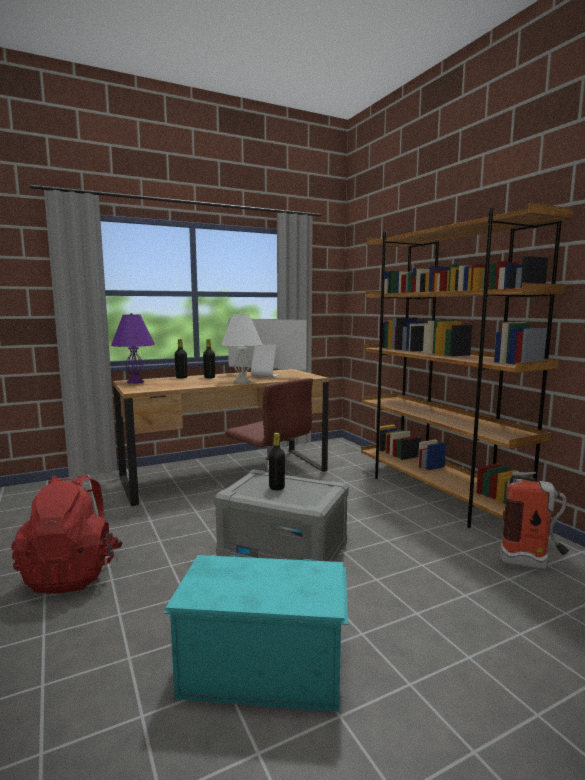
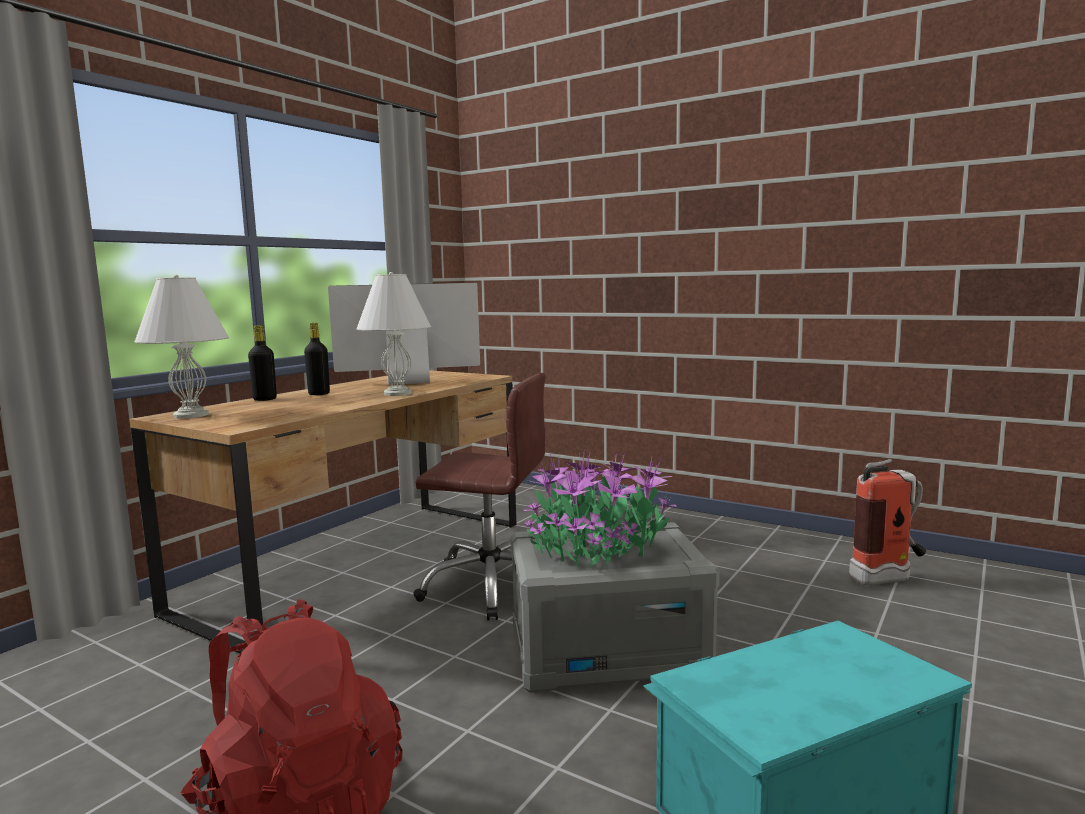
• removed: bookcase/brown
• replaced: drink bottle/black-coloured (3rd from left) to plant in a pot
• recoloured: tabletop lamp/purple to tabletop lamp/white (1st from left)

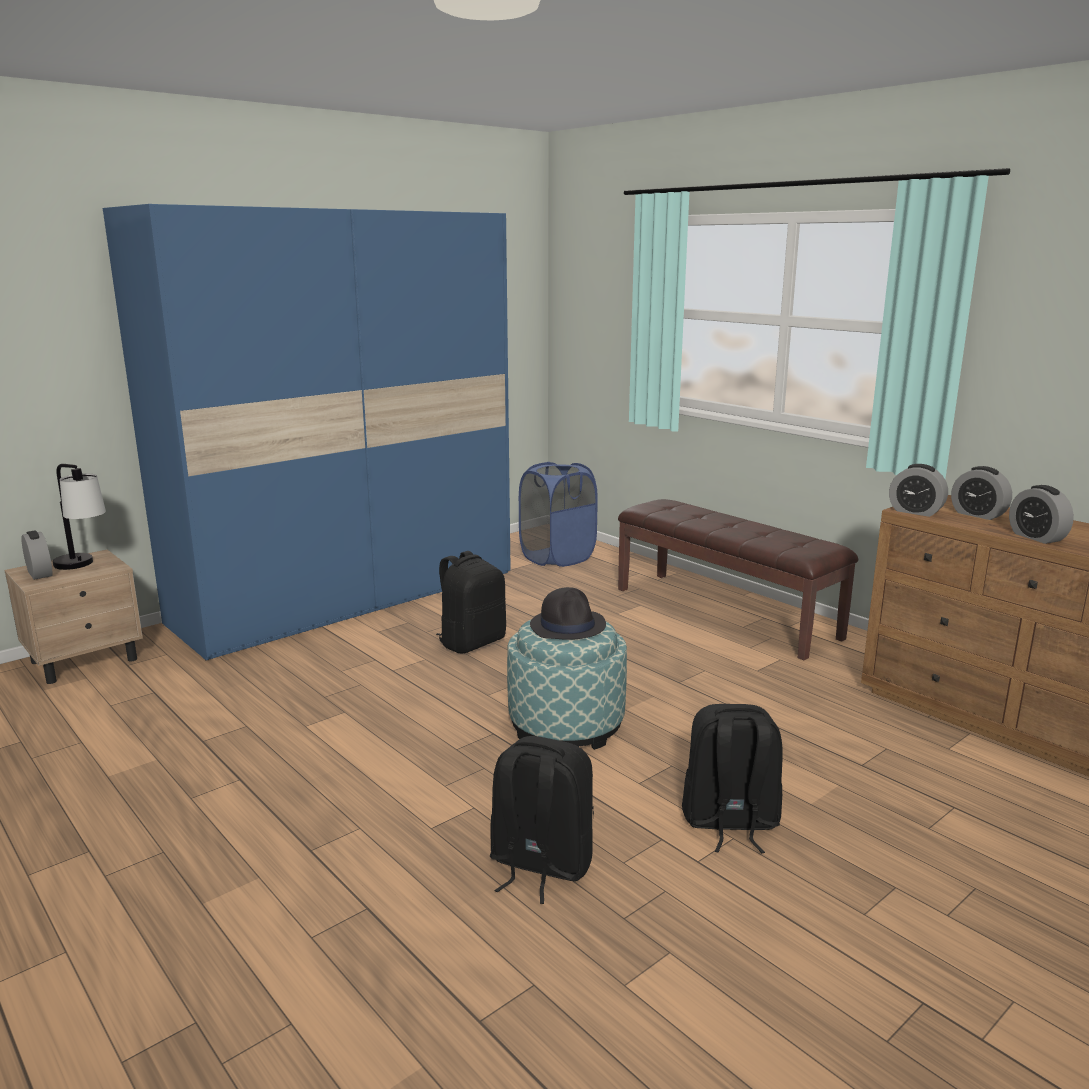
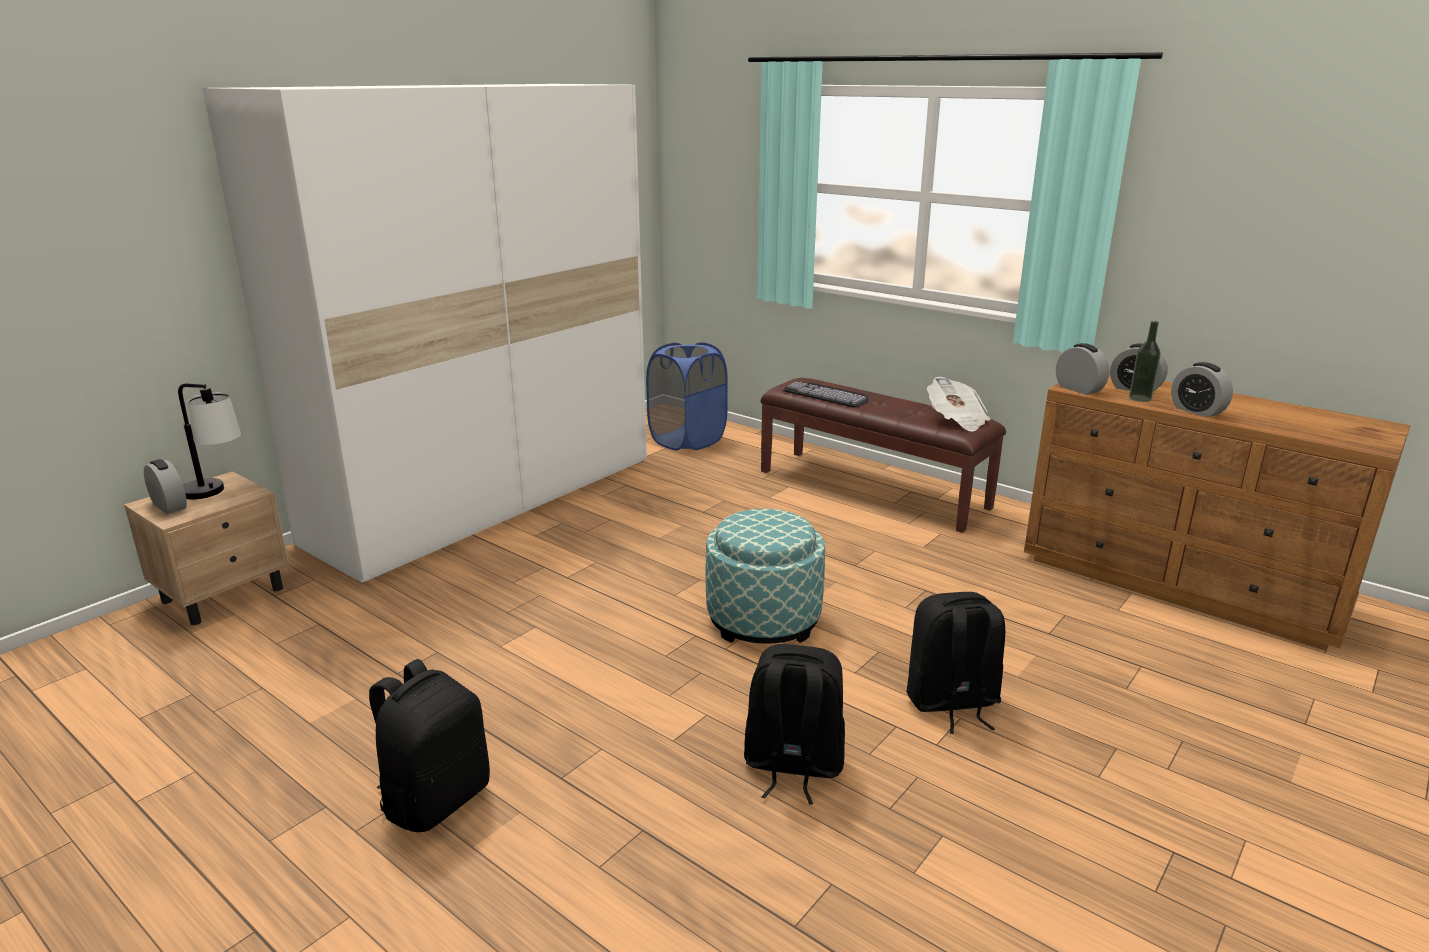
• removed: clothing hat/black-coloured
• added: keyboard
• added: printed paper
• added: drink bottle
• moved: backpack/black-coloured (1st from left)
• recoloured: wardrobe/bluish to wardrobe/white
• turned: bedside clock (2nd from left) 150 degrees counterclockwise

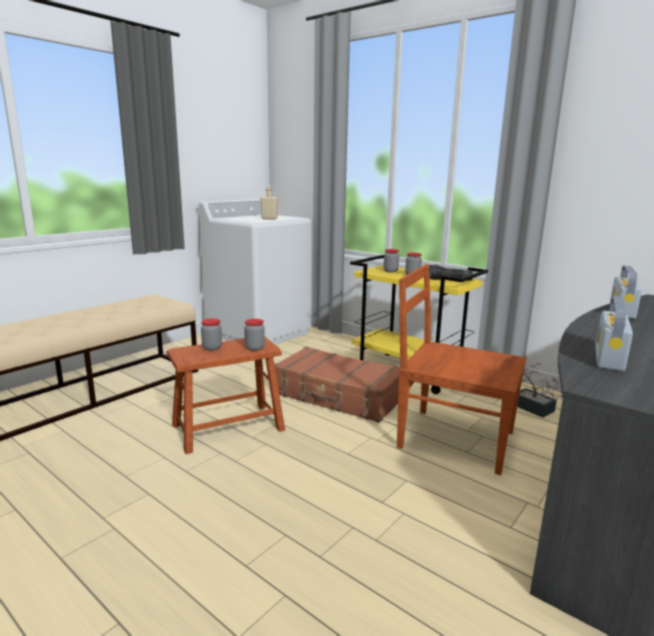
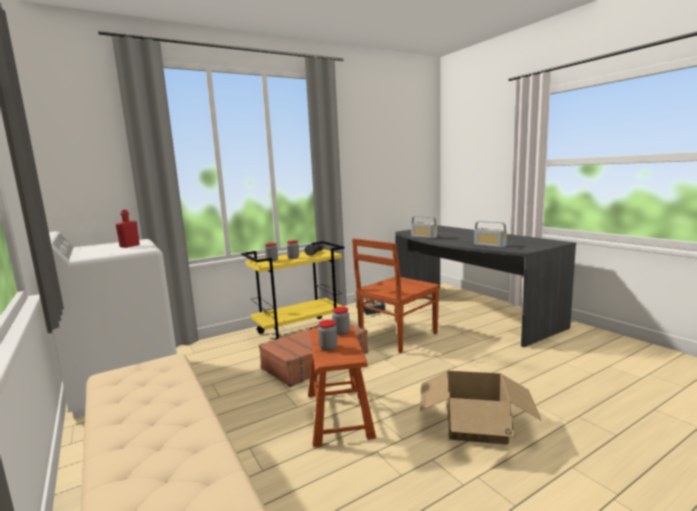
• added: carton
• recoloured: drink bottle/beige to drink bottle/reddish

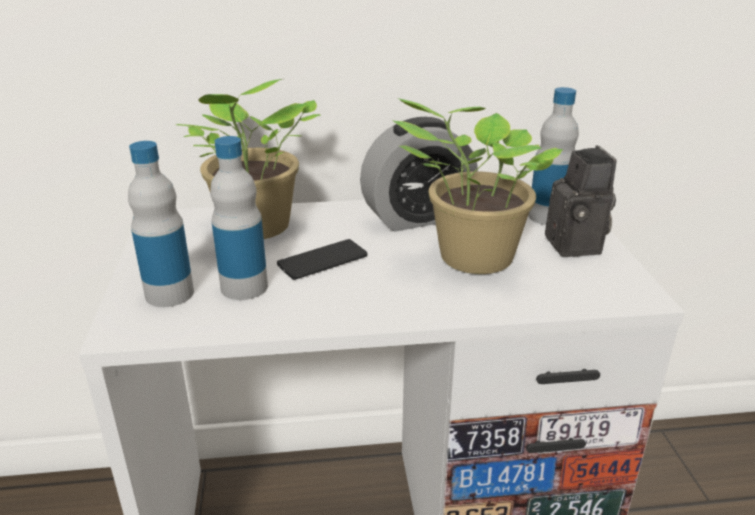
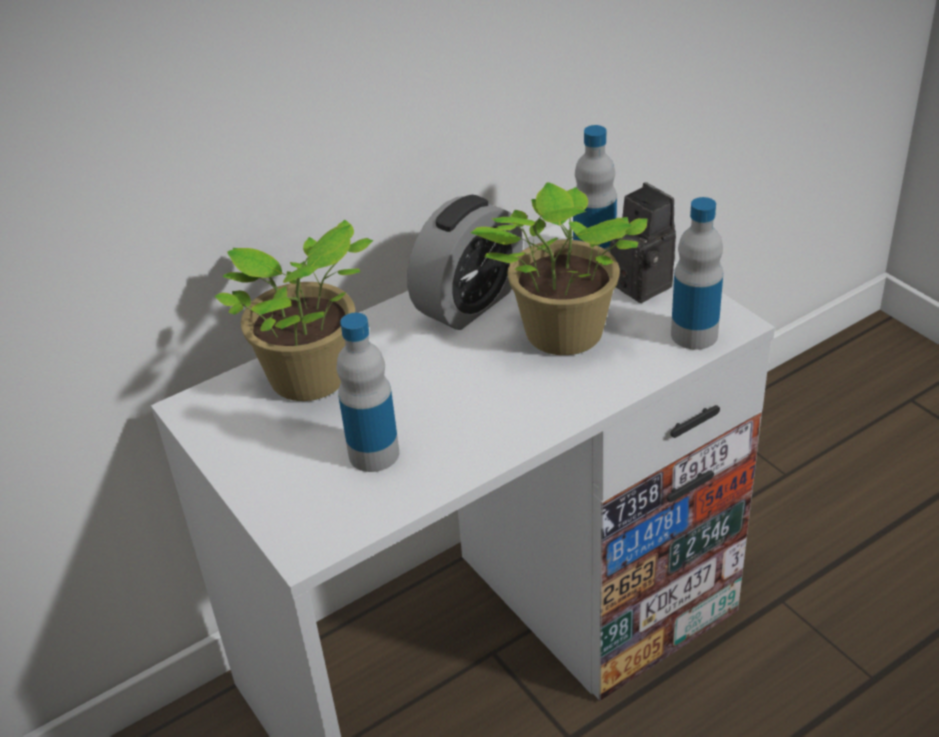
• removed: telephone
• moved: drink bottle (1st from left in the first image) to drink bottle (3rd from left)

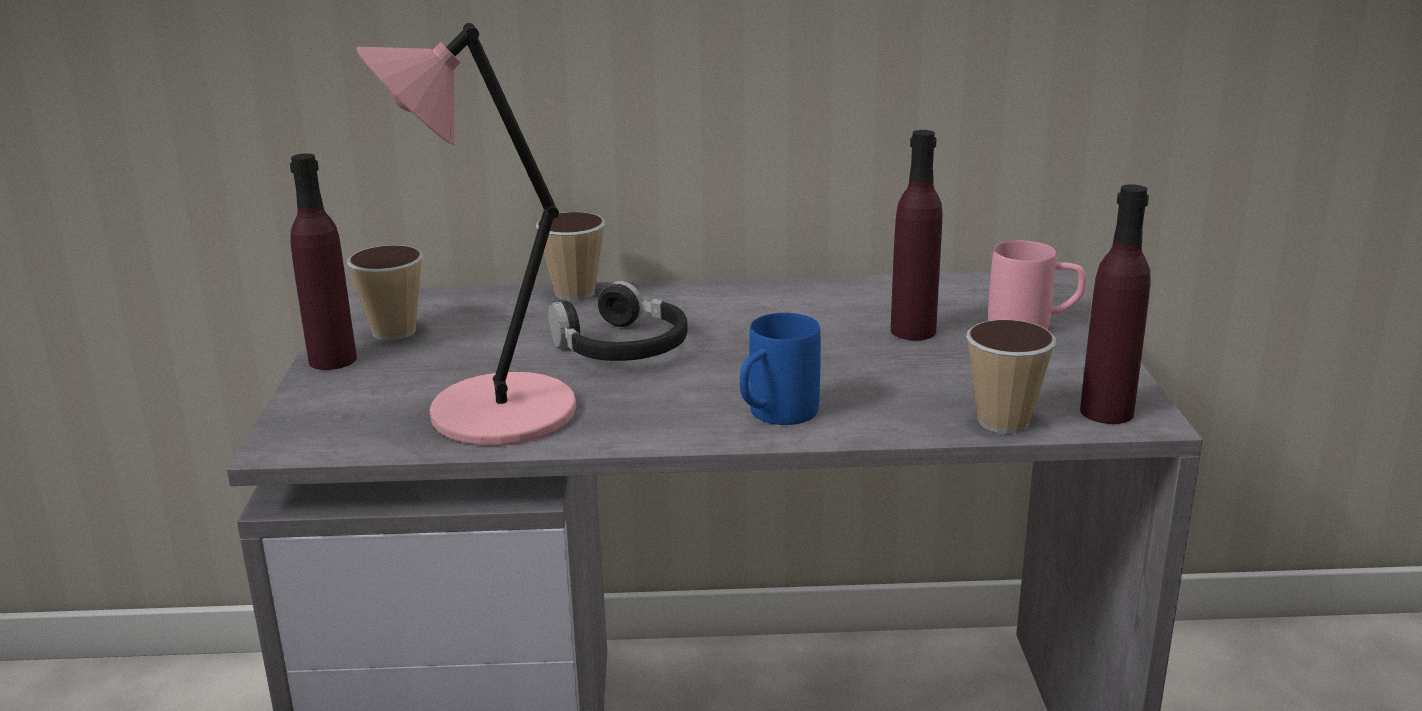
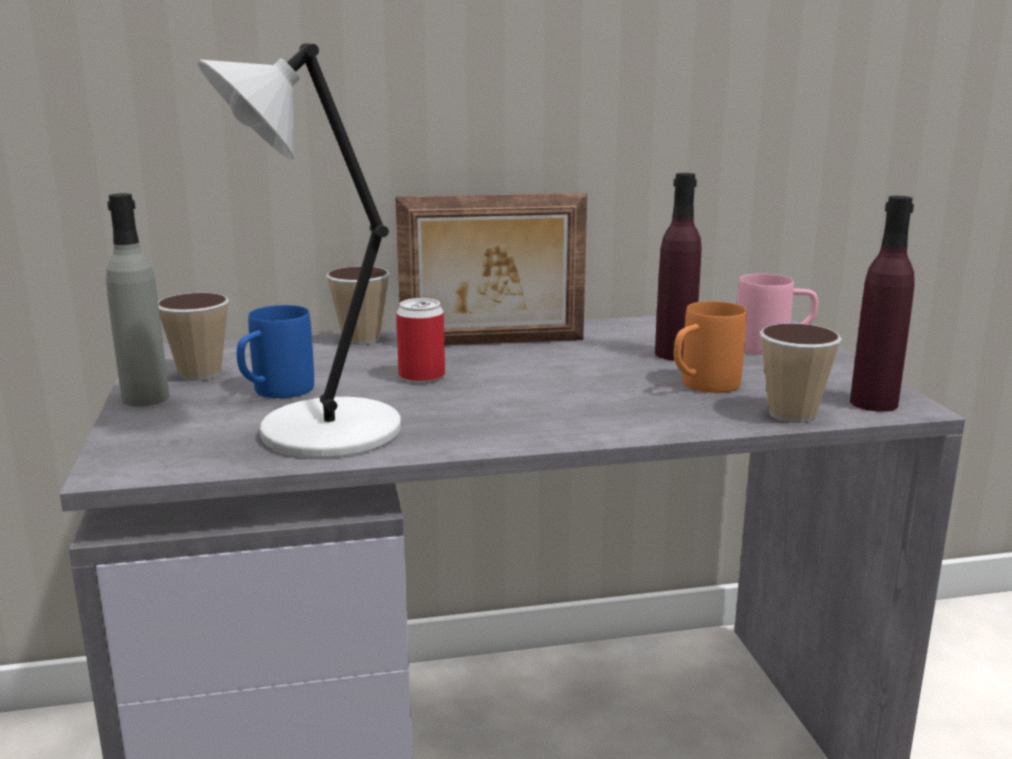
• added: picture frame
• added: coffee mug/orangey
• moved: coffee mug/bluish
• replaced: pair of headphones/black-coloured to sealed can
• recoloured: drink bottle/purple (1st from left) to drink bottle/gray
• recoloured: tabletop lamp/pink to tabletop lamp/gray

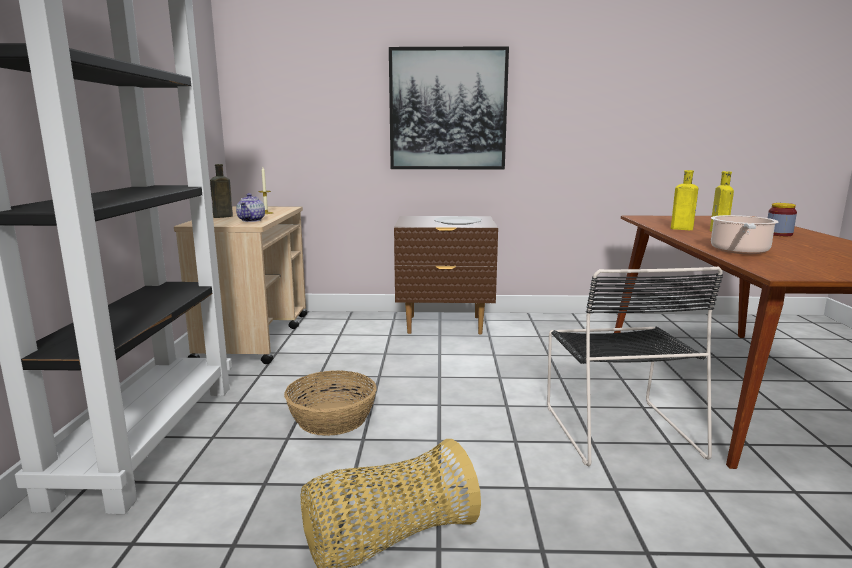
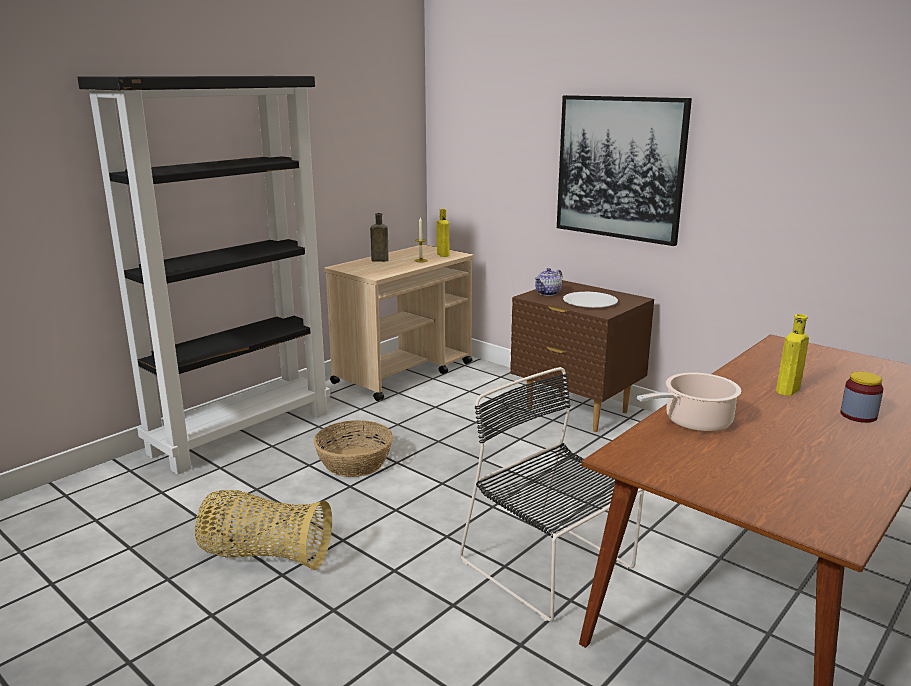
• moved: pot for tea
• moved: drink bottle/yellow (1st from left)
• turned: plain chair/black-coloured 105 degrees clockwise

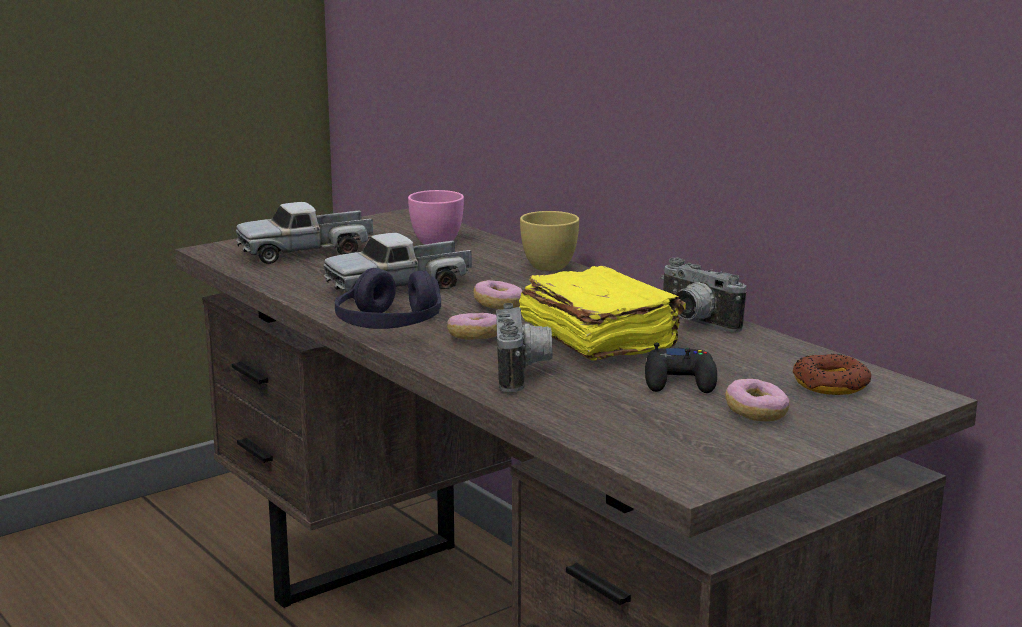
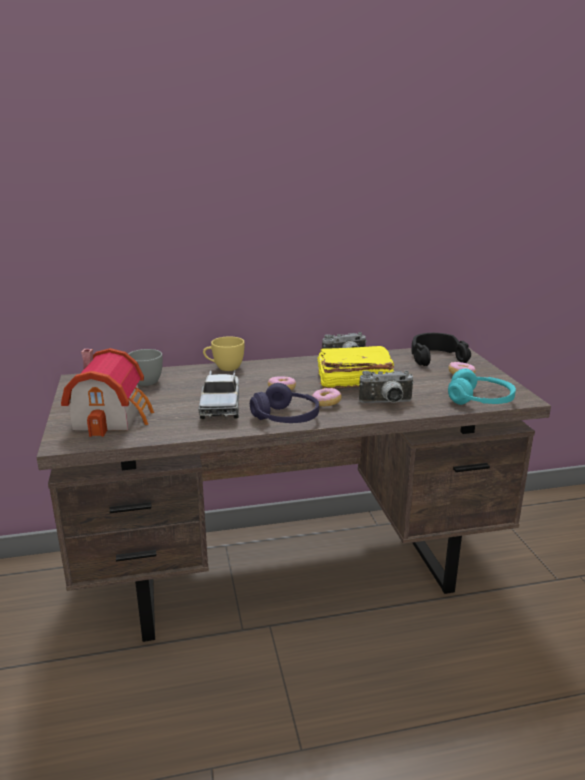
• removed: game controller/black-coloured
• added: pair of headphones/turquoise-coloured
• replaced: toy lorry (1st from left) to model house
• replaced: ring doughnut (4th from left) to pair of headphones/black-coloured
• recoloured: cup/pink to cup/gray
• turned: still camera (1st from left in the first image) 150 degrees clockwise

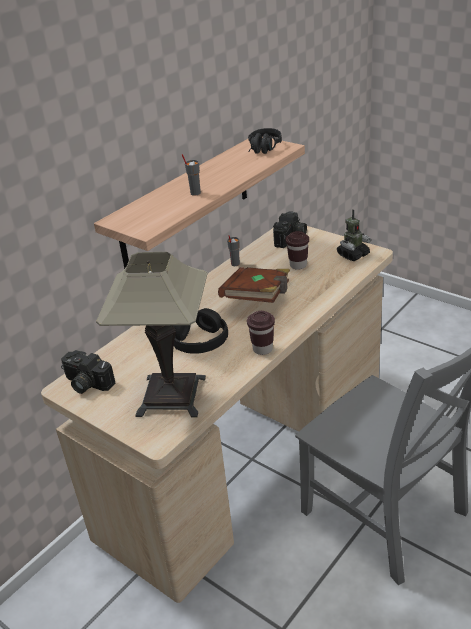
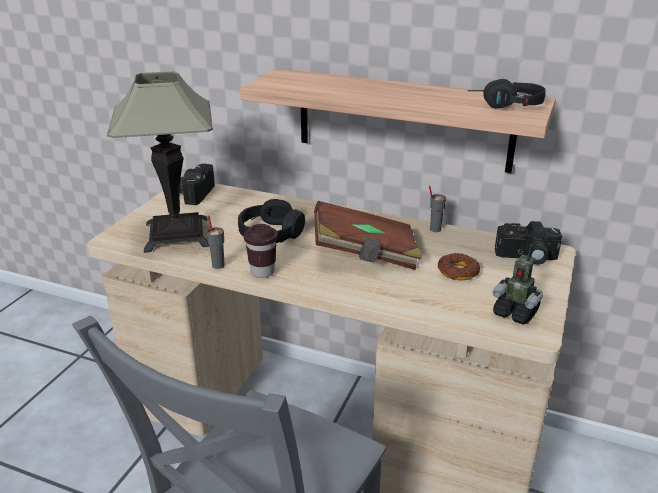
• moved: cup/gray (1st from left)
• replaced: cup/brown (2nd from left) to ring doughnut

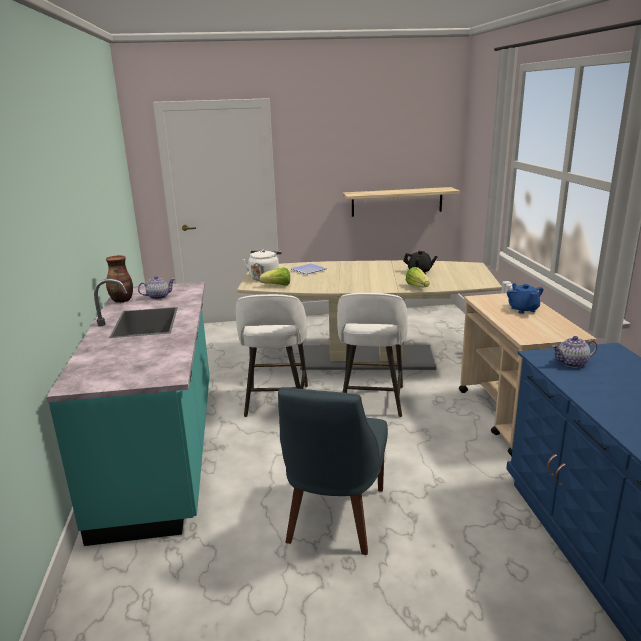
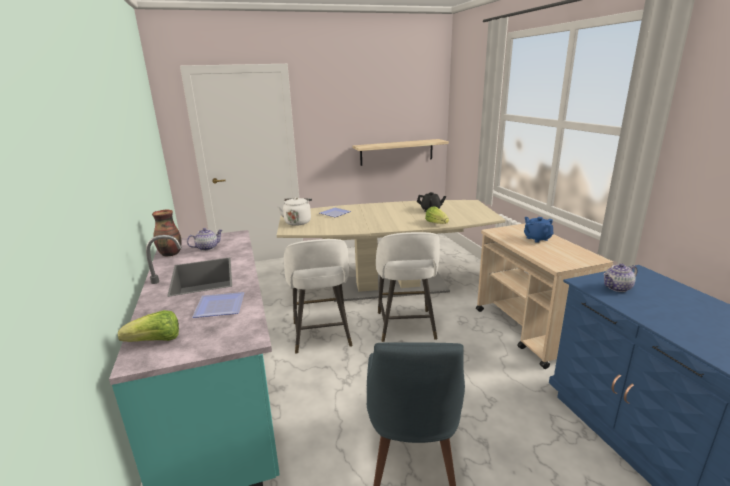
• added: flat dish (1st from left)
• moved: lettuce head (1st from left)

